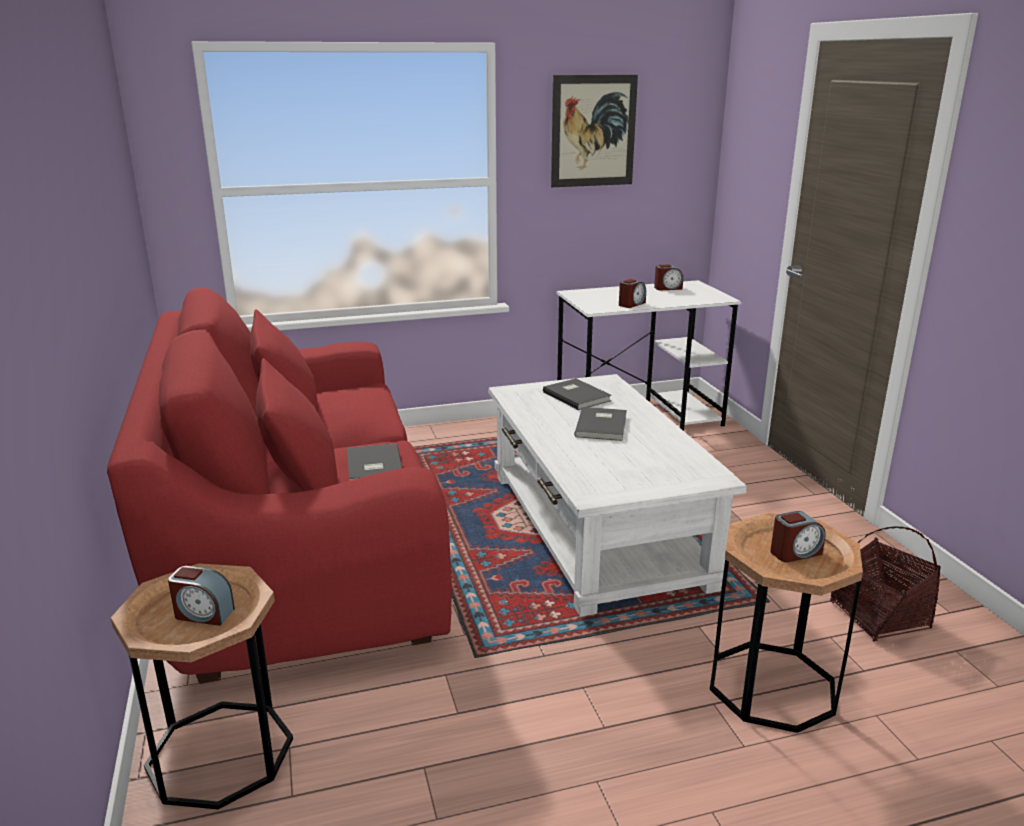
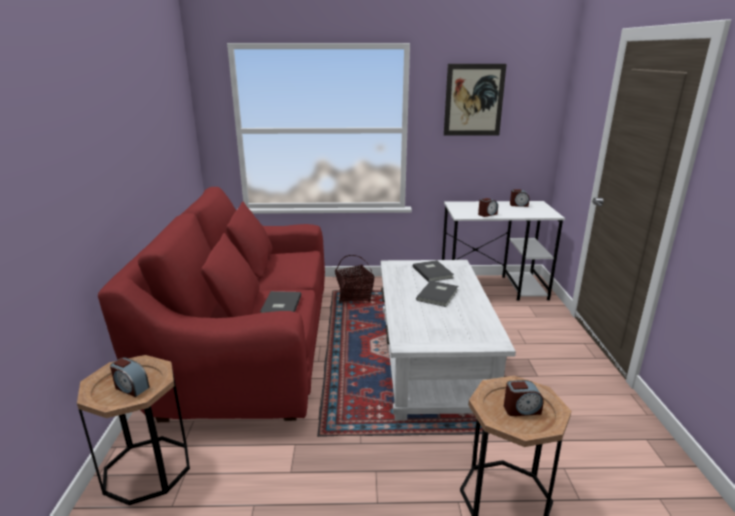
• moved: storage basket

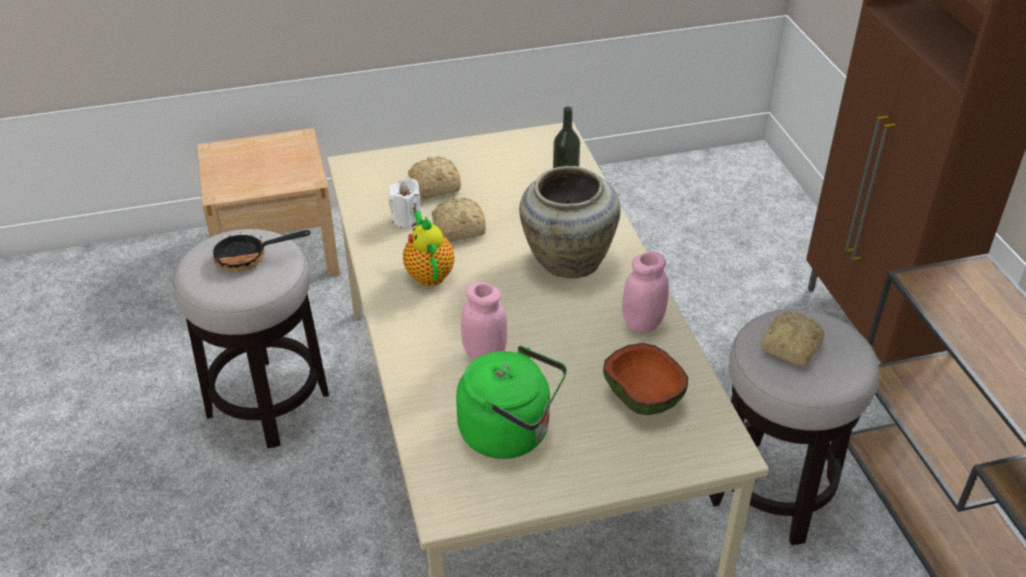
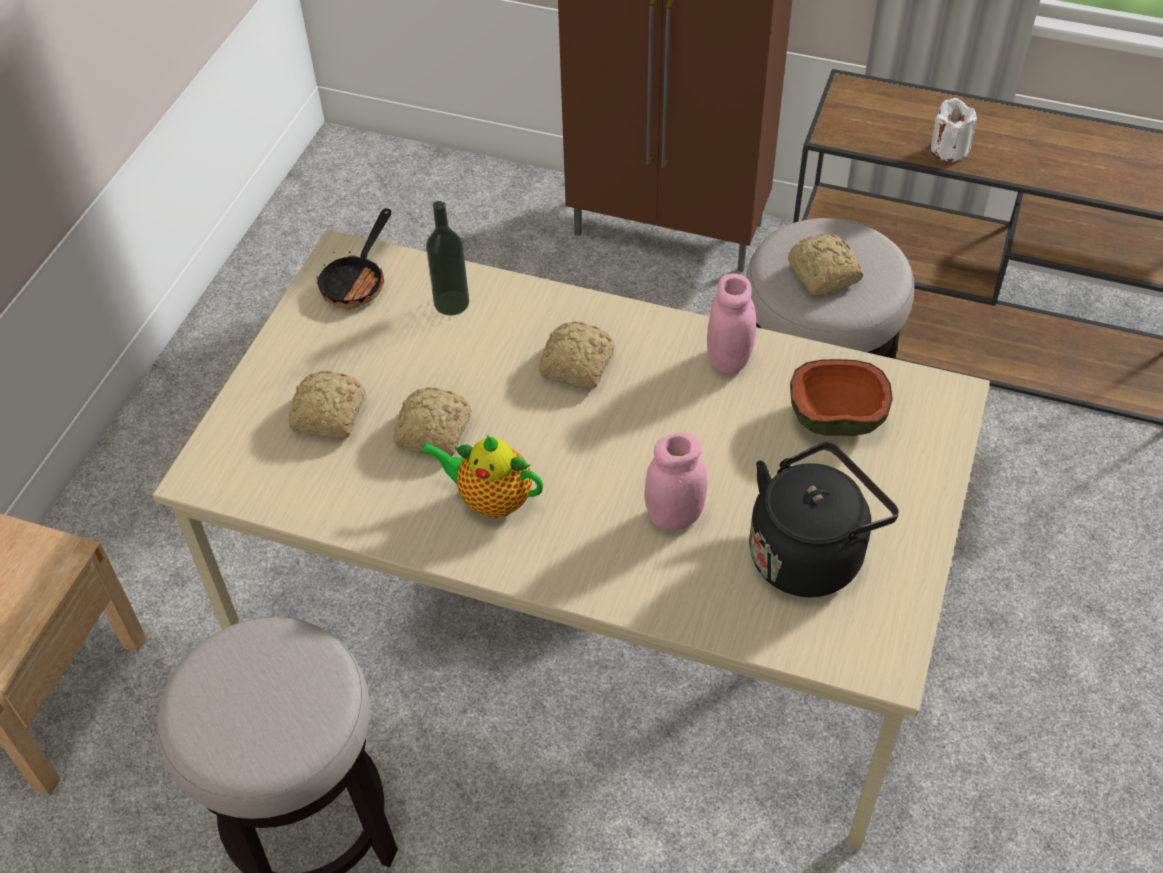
• moved: frying pan
• moved: wax light/white
• replaced: decorative vase/beige to bakery bread (3rd from left)
• recoloured: tea kettle/green-coloured to tea kettle/black-coloured

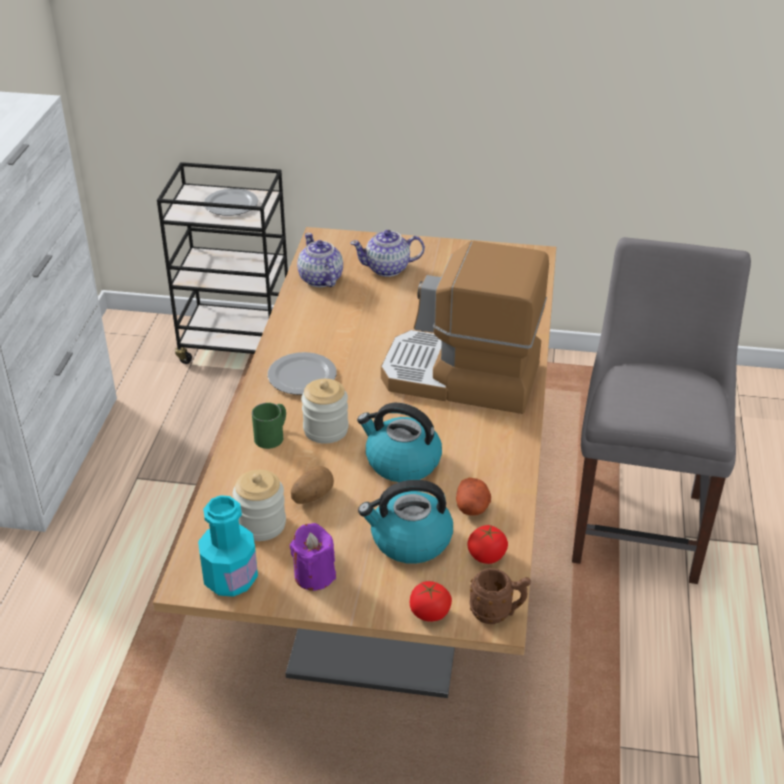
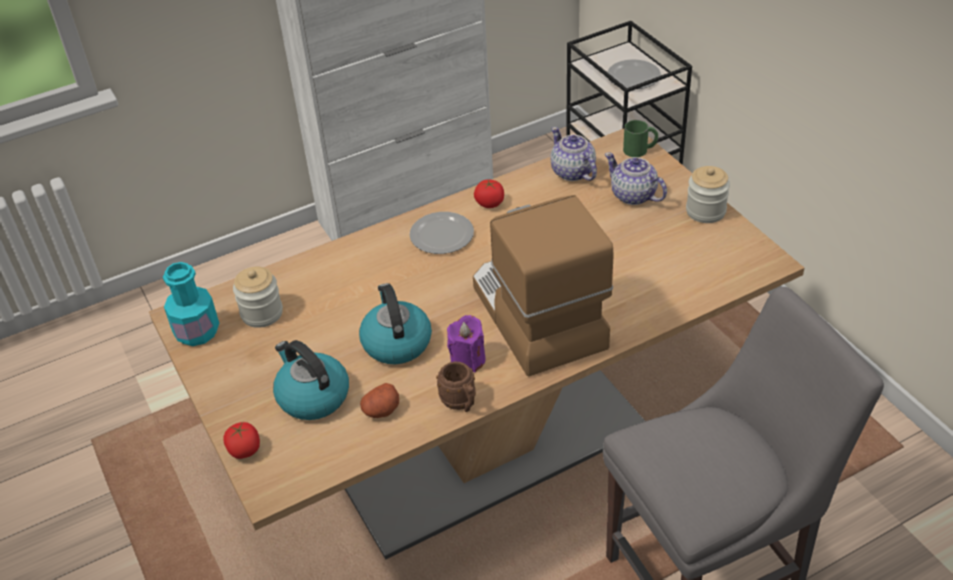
• removed: whole potato (1st from left)
• moved: coffee mug/green-coloured
• moved: wax light/purple
• moved: jar (2nd from left)
• moved: fresh tomato (2nd from left)
• moved: coffee mug/brown
• turned: pot for tea (1st from left) 60 degrees counterclockwise

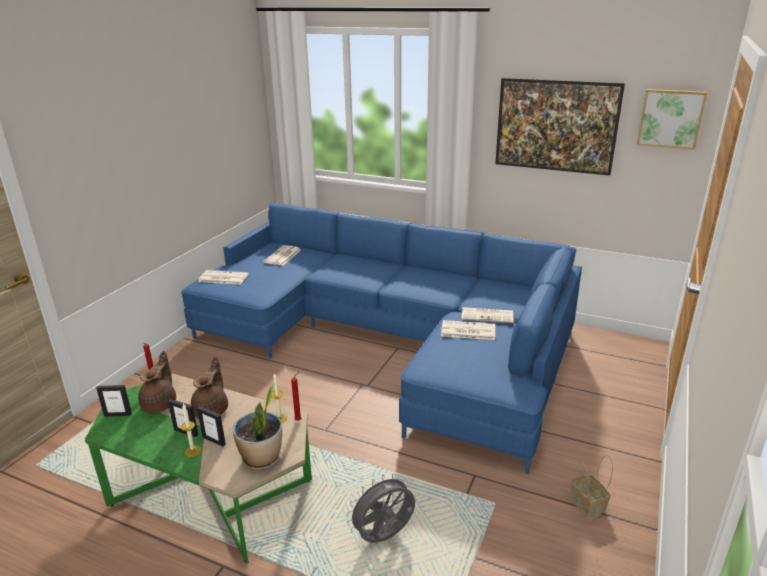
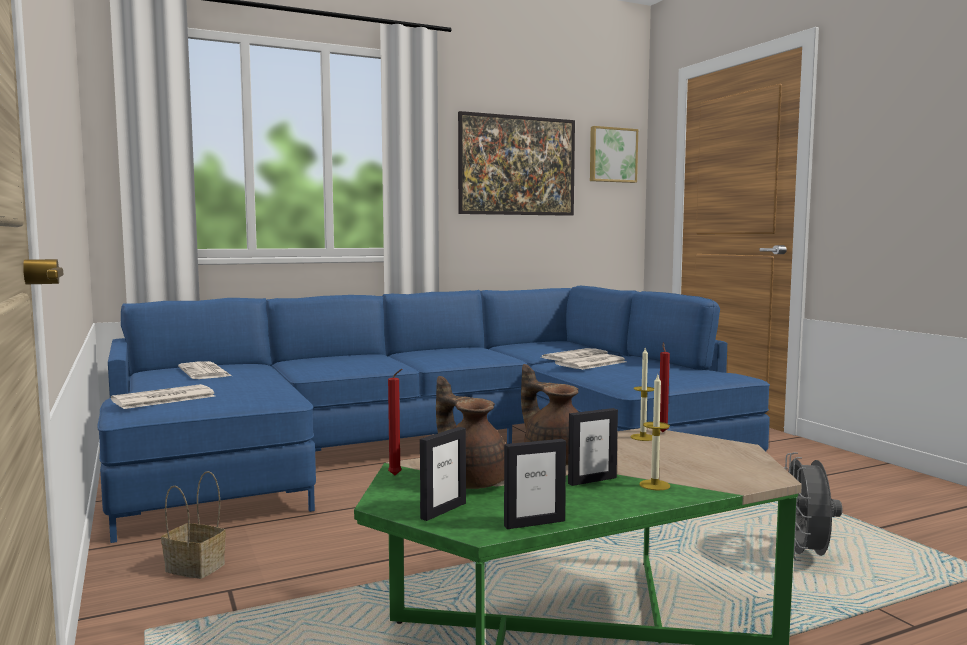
• removed: plant in a pot
• moved: picture frame (3rd from left in the first image) to picture frame (2nd from left)
• moved: storage basket

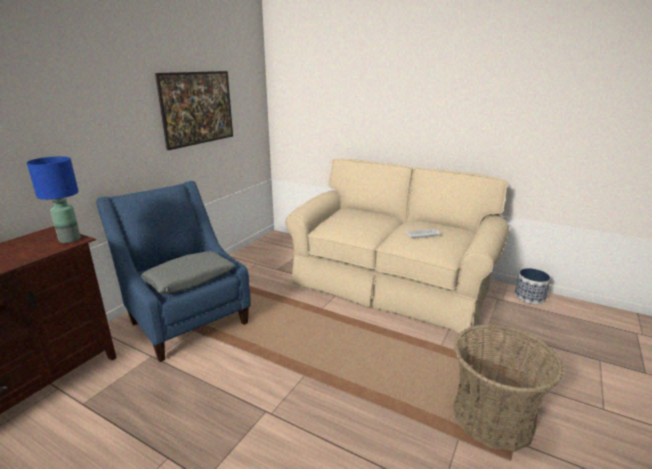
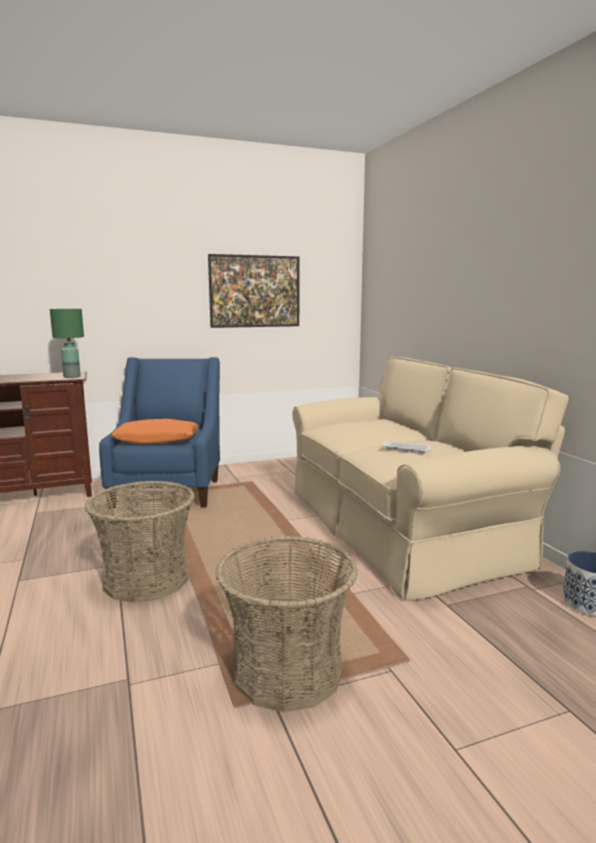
• added: storage basket (1st from left)
• recoloured: tabletop lamp/bluish to tabletop lamp/green-coloured
• recoloured: cushion/gray to cushion/orangey

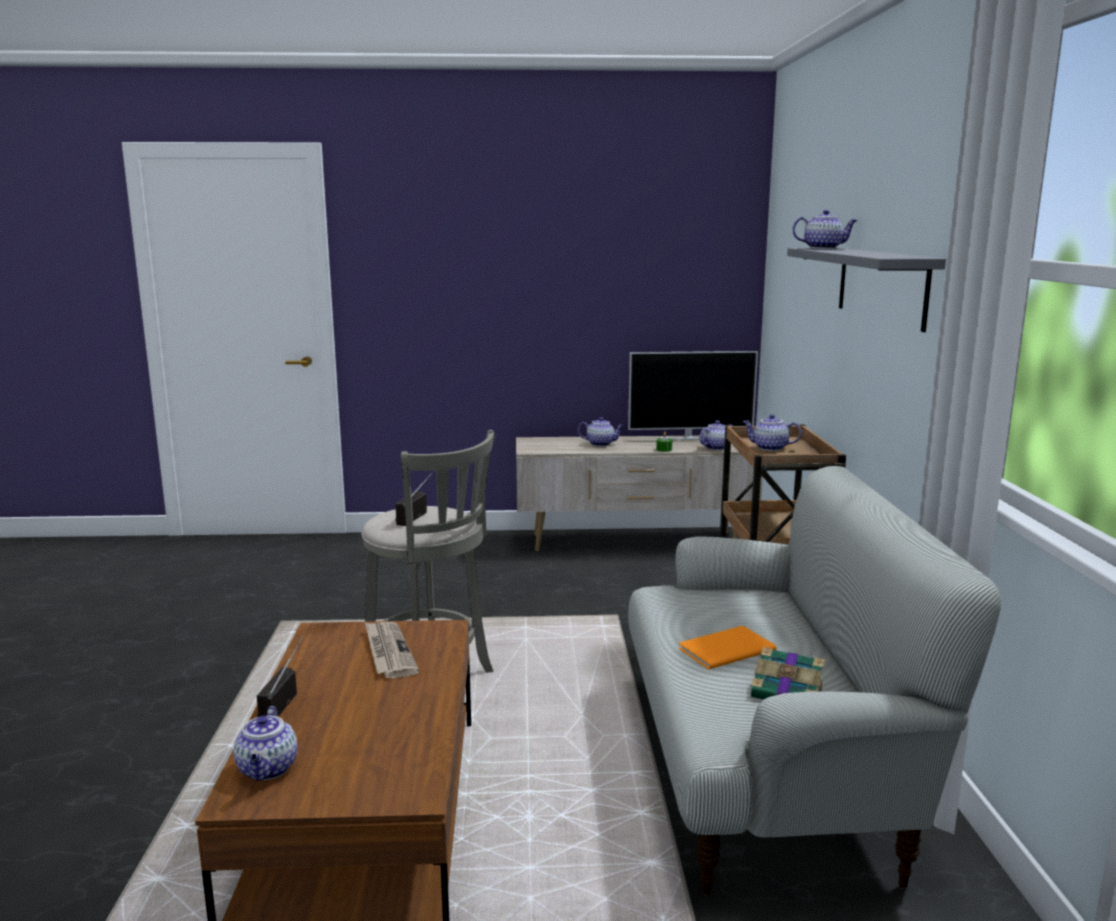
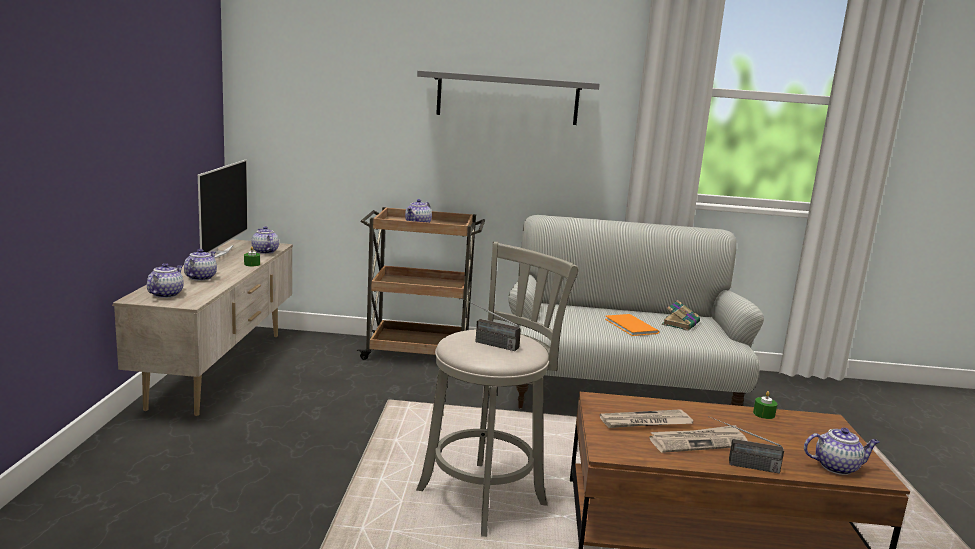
• added: printed paper (2nd from left)
• added: wax light/green-coloured (2nd from left)
• moved: pot for tea (5th from left in the first image) to pot for tea (1st from left)

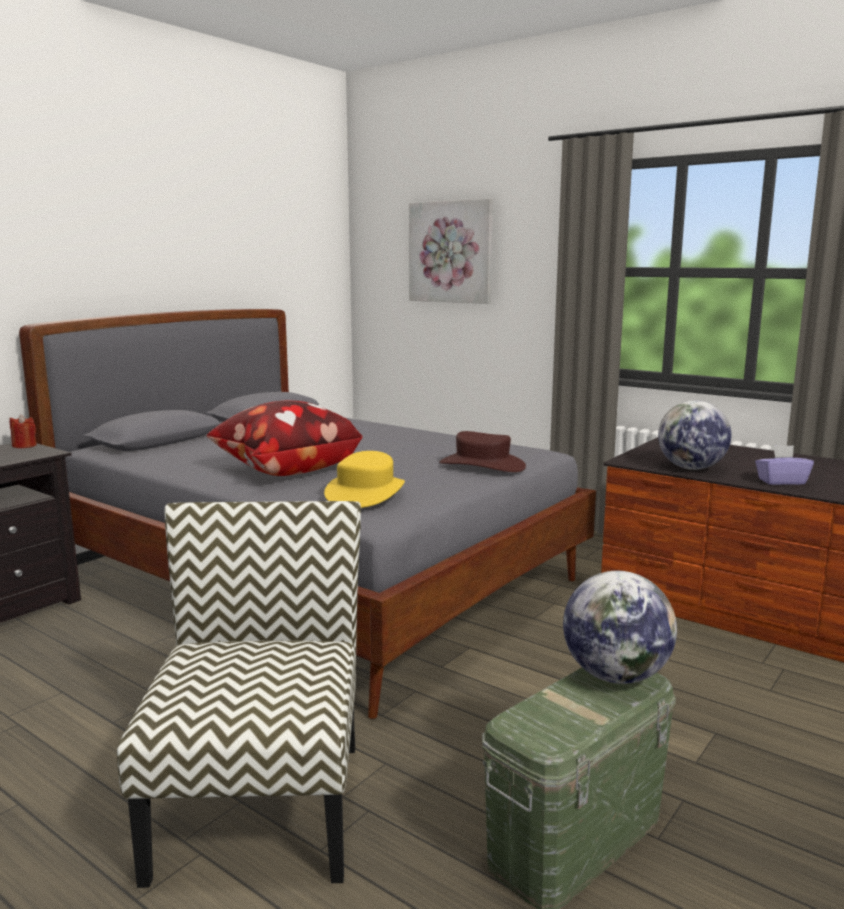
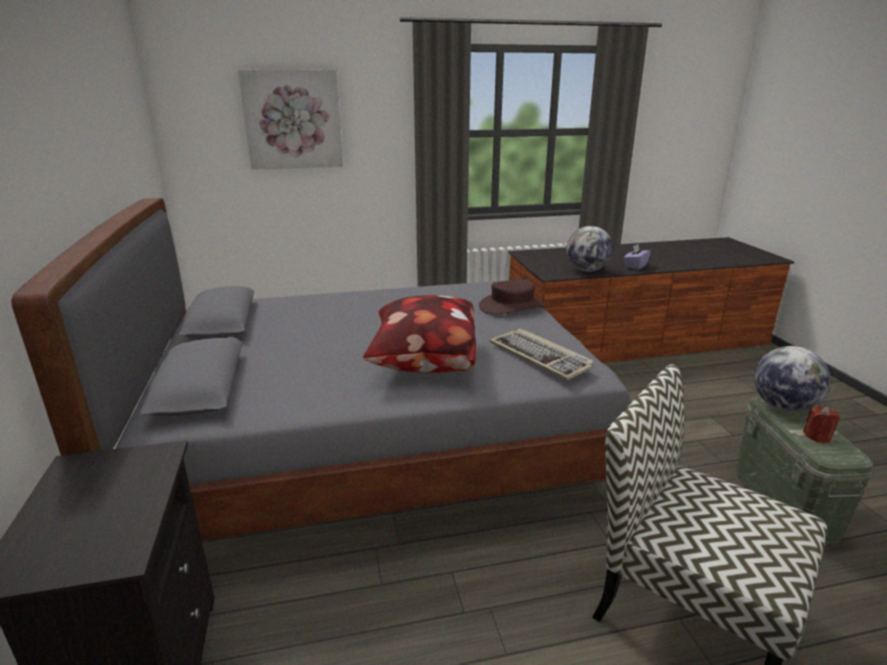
• moved: wax light/reddish
• replaced: clothing hat/yellow to keyboard

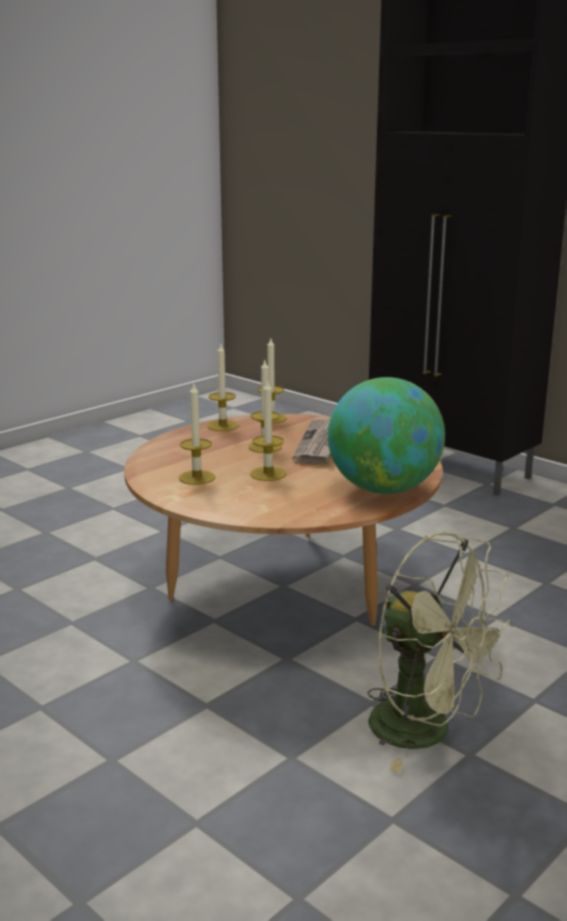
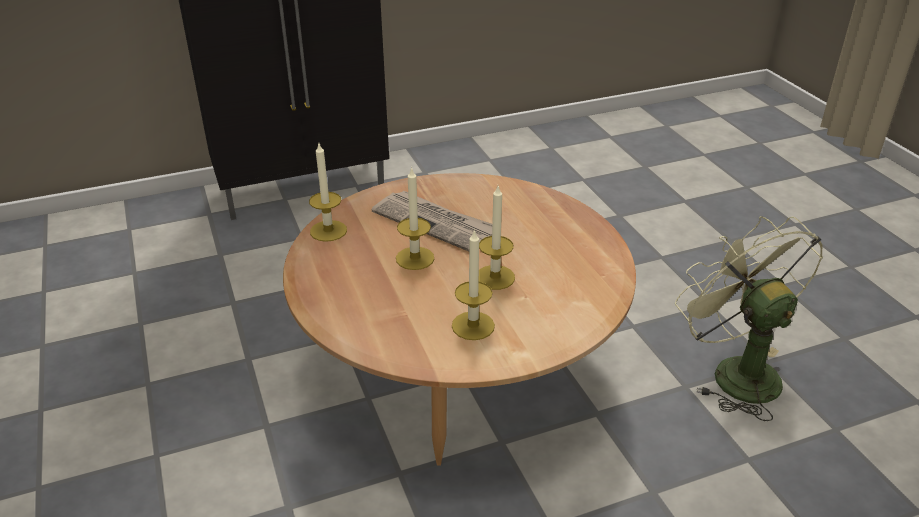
• removed: wax light (2nd from left)
• removed: desk globe
• turned: electric fan/green-coloured 90 degrees counterclockwise

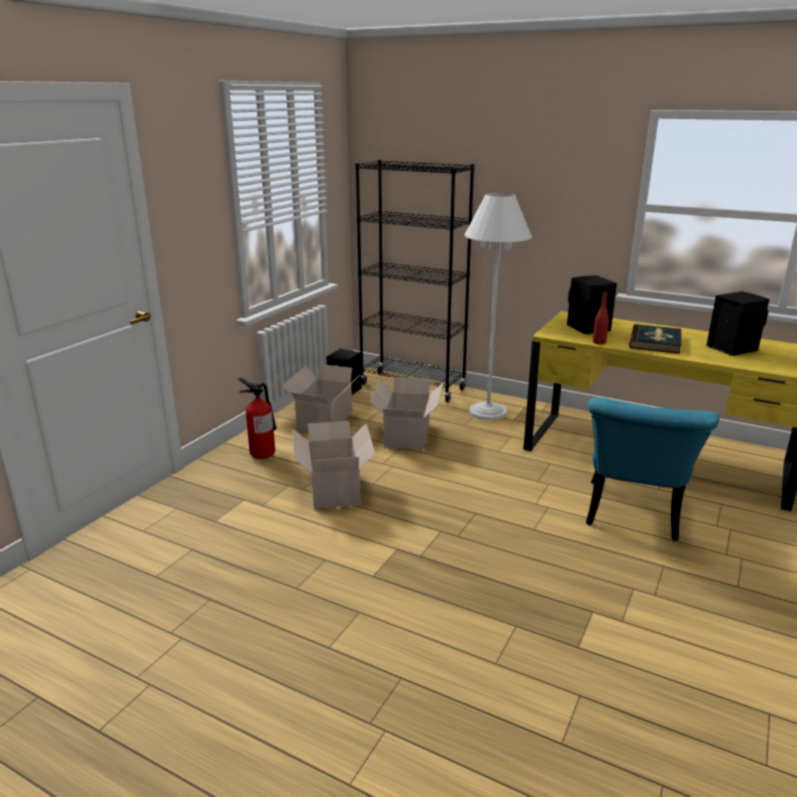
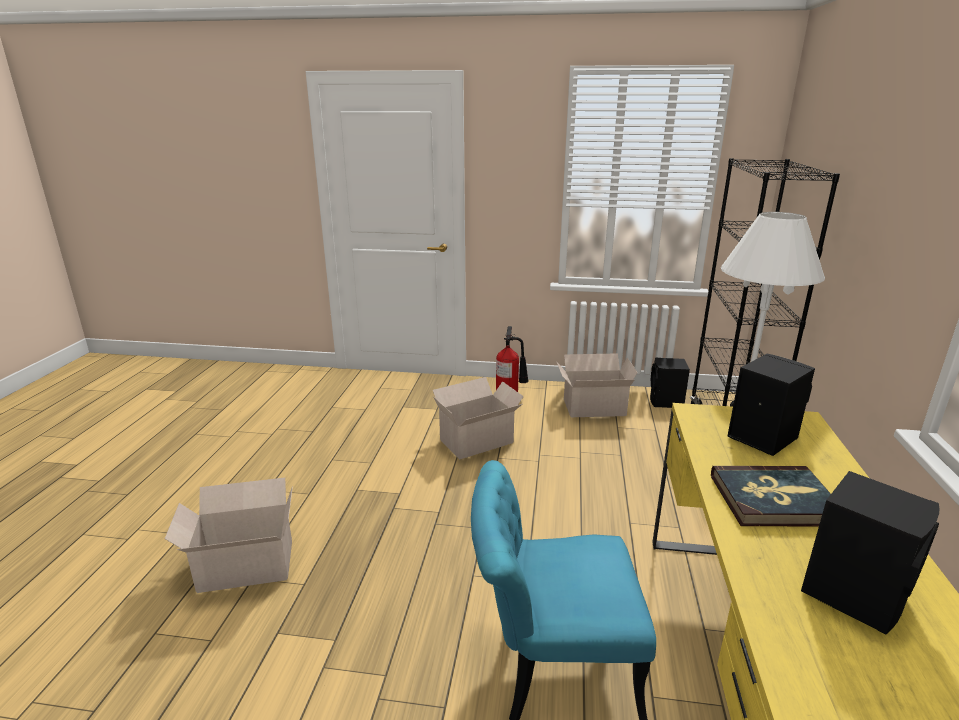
• removed: drink bottle/reddish
• moved: carton (3rd from left in the first image) to carton (1st from left)

